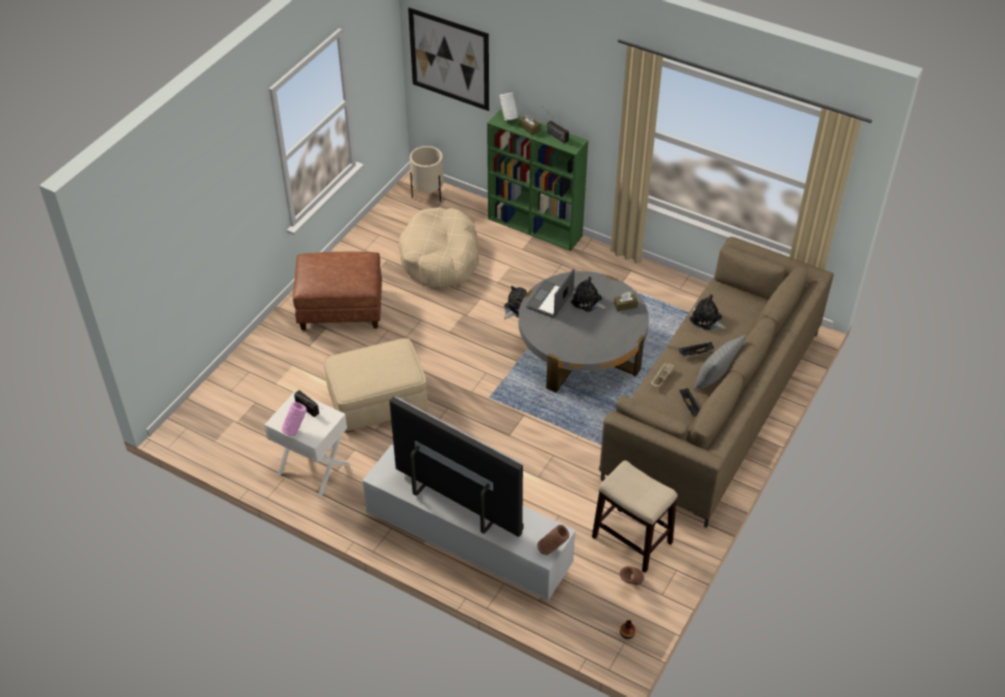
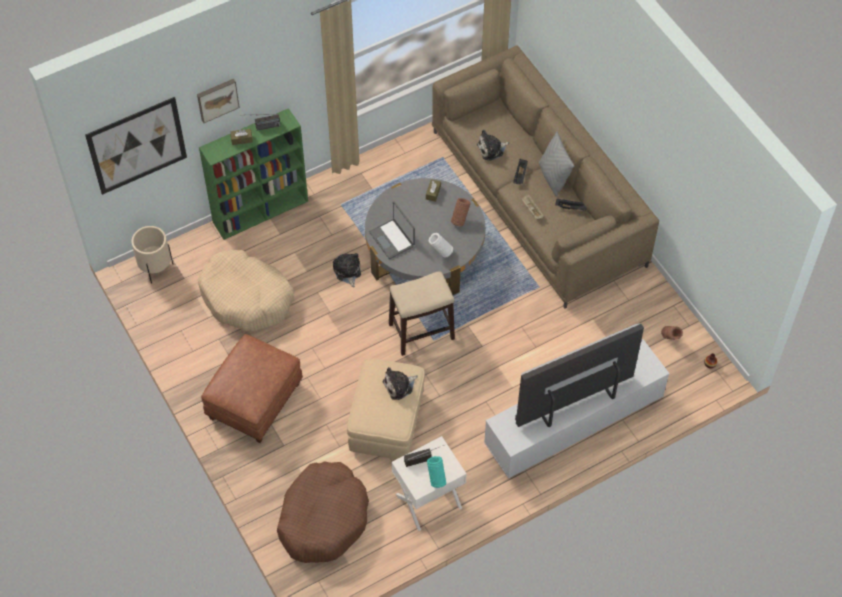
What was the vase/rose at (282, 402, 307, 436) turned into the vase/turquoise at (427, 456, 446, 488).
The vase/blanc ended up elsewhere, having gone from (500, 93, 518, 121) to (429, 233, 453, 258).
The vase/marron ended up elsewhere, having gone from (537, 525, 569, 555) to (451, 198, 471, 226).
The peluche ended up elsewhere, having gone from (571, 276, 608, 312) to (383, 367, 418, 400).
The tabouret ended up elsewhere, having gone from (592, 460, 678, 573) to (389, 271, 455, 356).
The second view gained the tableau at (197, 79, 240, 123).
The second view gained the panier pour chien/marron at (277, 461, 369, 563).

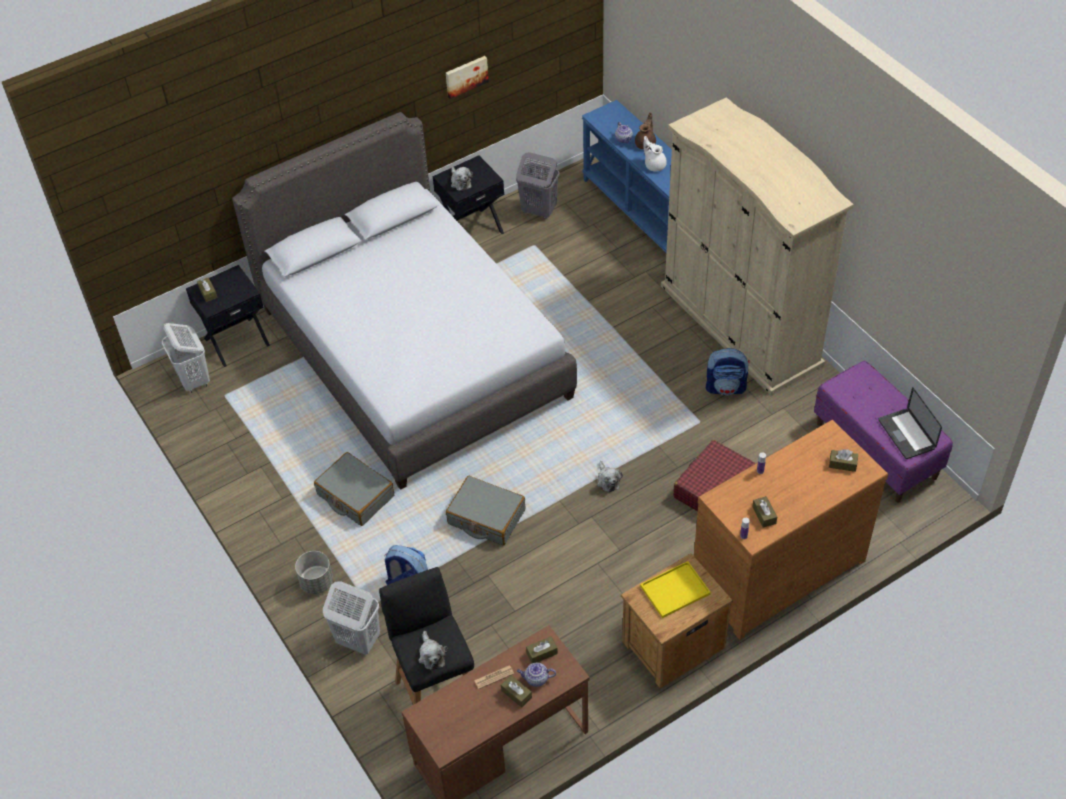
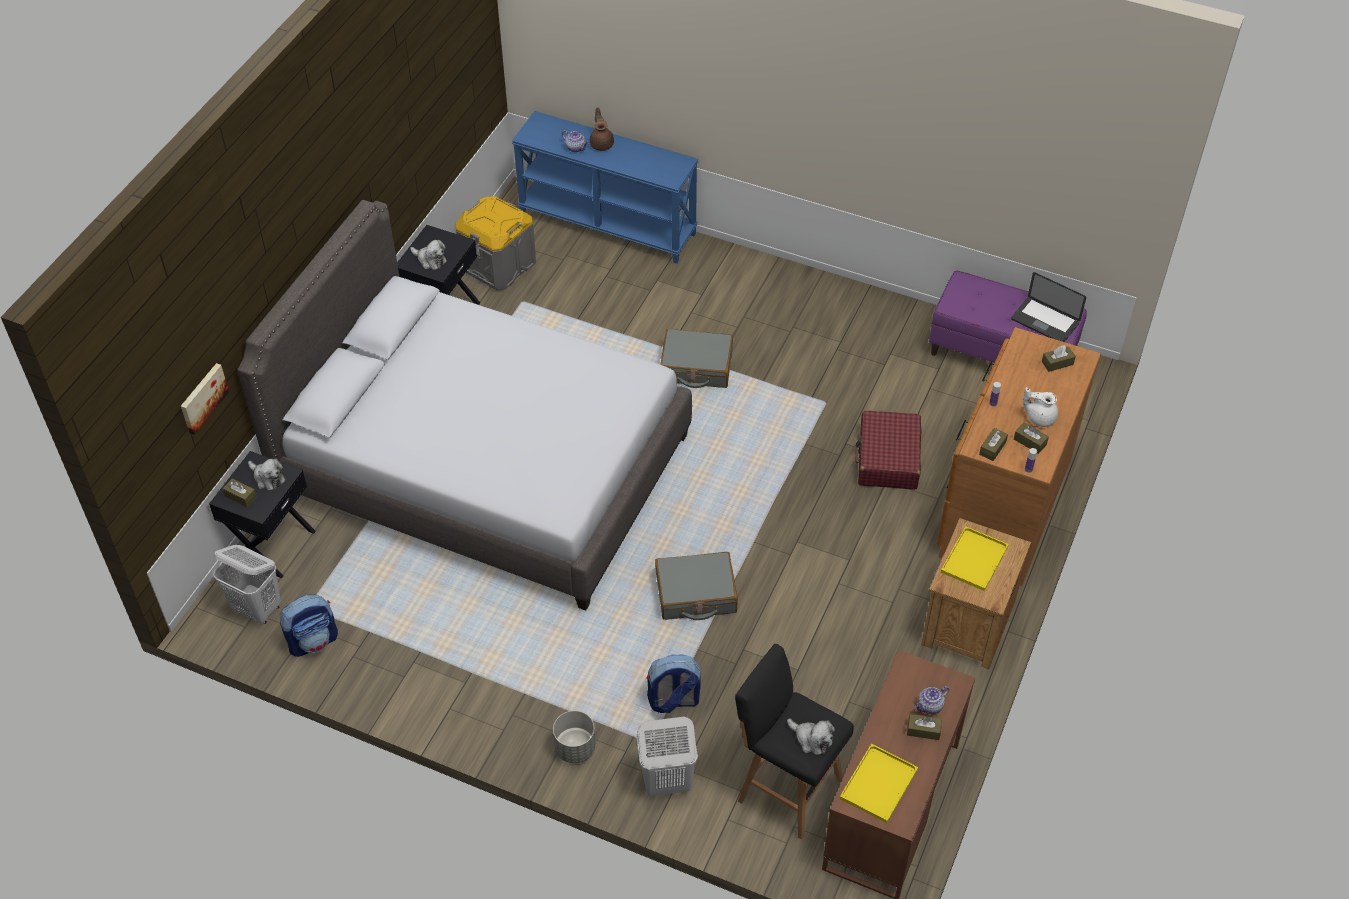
The valise/gris ended up elsewhere, having gone from (314, 452, 394, 526) to (660, 329, 733, 388).
The tableau ended up elsewhere, having gone from (446, 56, 489, 99) to (181, 363, 229, 435).
The second view lost the journal at (474, 665, 514, 689).
Where the panier à linge/gris stood at (516, 152, 560, 219), the boîte de rangement/gris came to stand at (455, 196, 536, 290).
The boîte à mouchoirs/marron ended up elsewhere, having gone from (526, 636, 558, 663) to (979, 428, 1008, 461).
The peluche ended up elsewhere, having gone from (597, 461, 623, 492) to (248, 459, 285, 490).
The théière/blanc ended up elsewhere, having gone from (643, 136, 667, 171) to (1023, 387, 1058, 427).
The second view lost the armoire/beige at (661, 97, 854, 395).
The sac à dos ended up elsewhere, having gone from (706, 348, 750, 395) to (280, 595, 338, 657).
The second view gained the plateau/jaune at (840, 744, 918, 823).

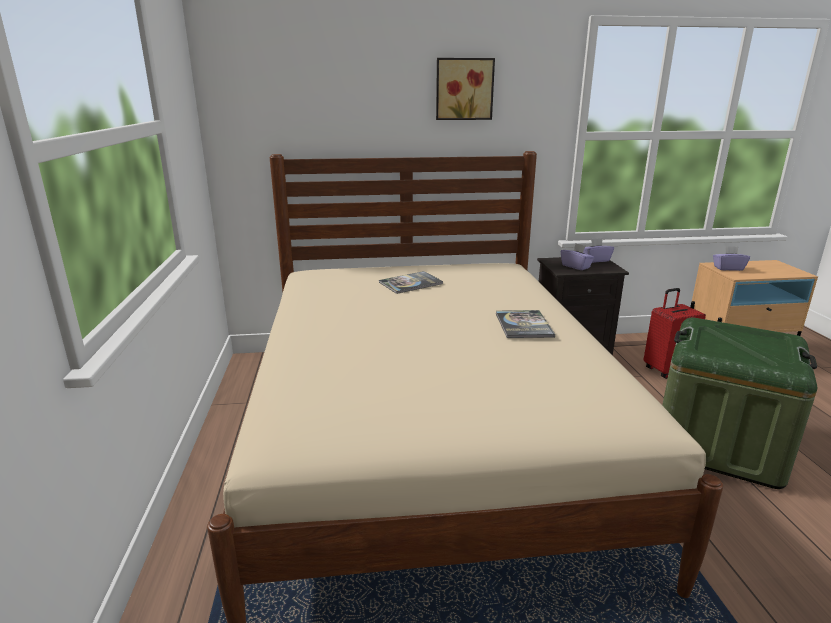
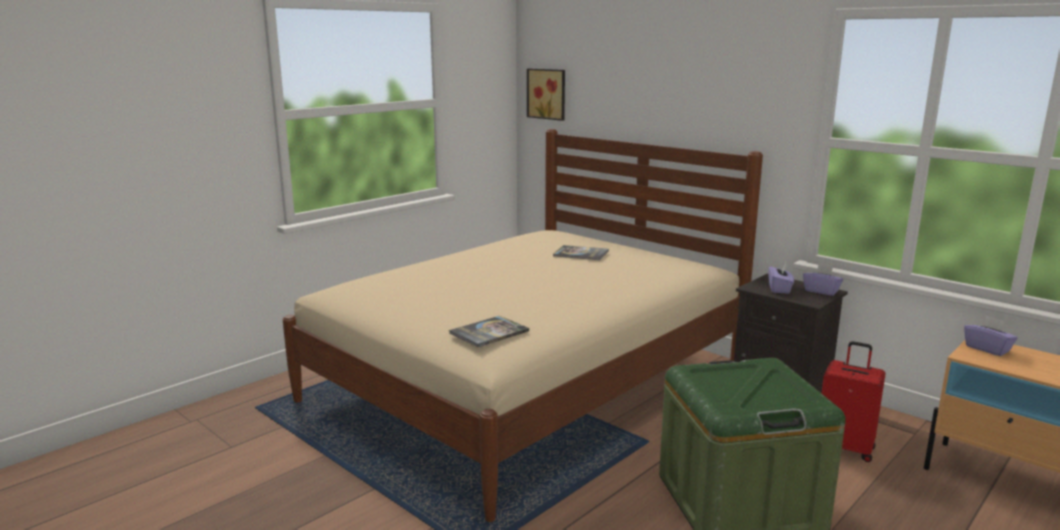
The tableau ended up elsewhere, having gone from (436, 58, 495, 120) to (527, 69, 565, 121).
The livre ended up elsewhere, having gone from (496, 310, 555, 338) to (449, 316, 529, 347).

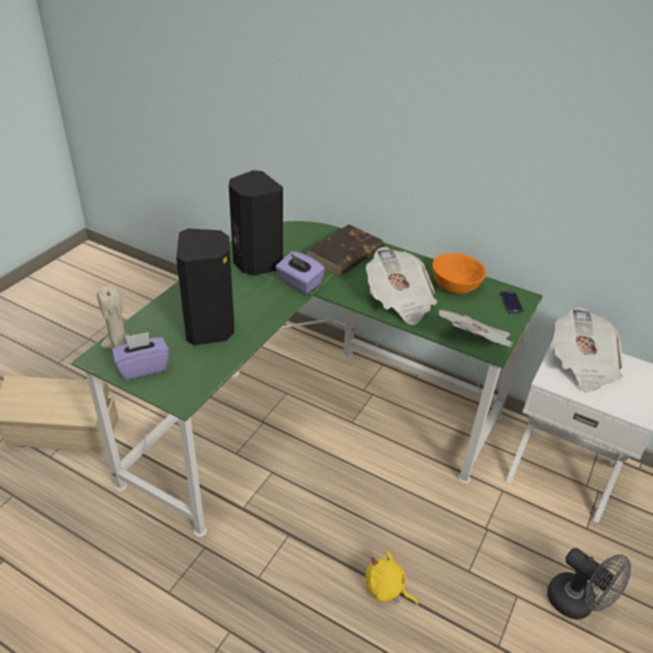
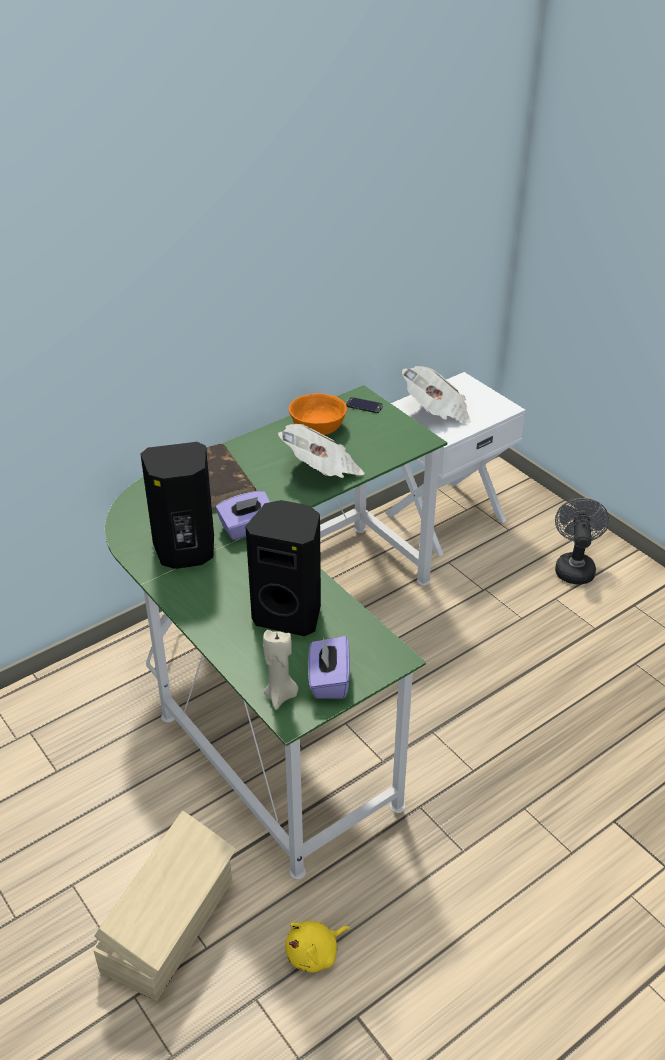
The peluche/jaune ended up elsewhere, having gone from (365, 551, 418, 605) to (285, 921, 350, 973).
The second view lost the journal at (439, 310, 513, 347).
The ventilateur/gris at (547, 548, 631, 620) ended up facing another way, 60 degrees counterclockwise from before.

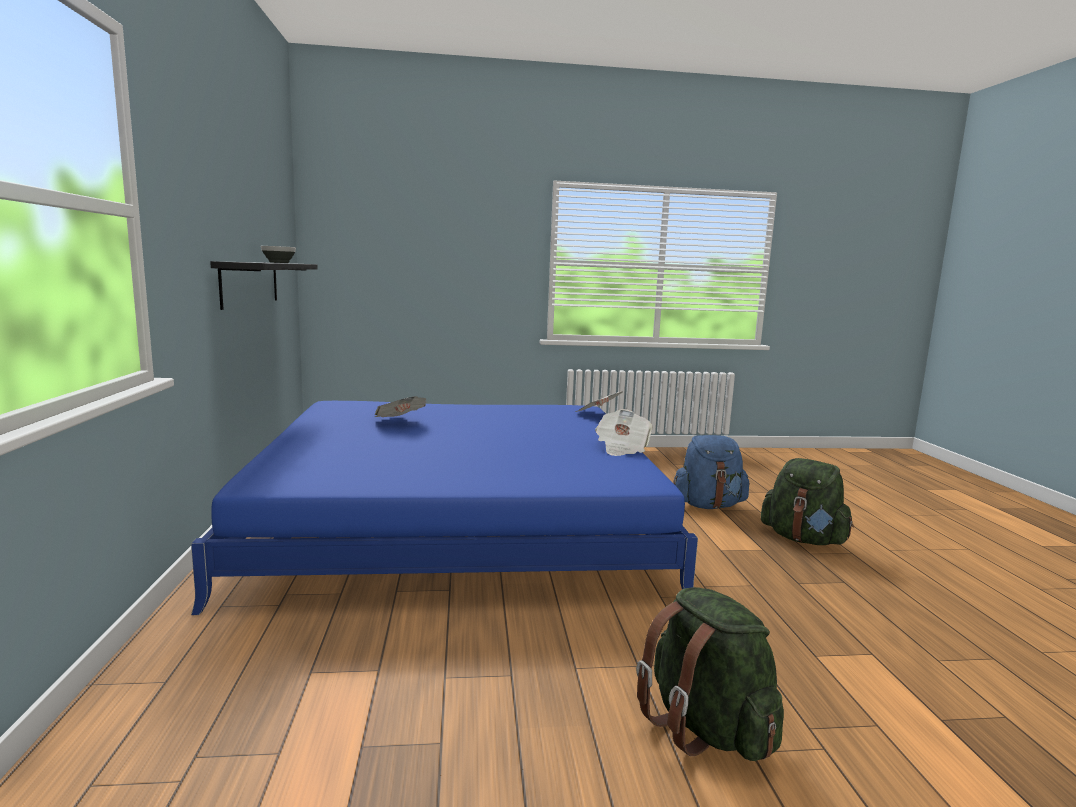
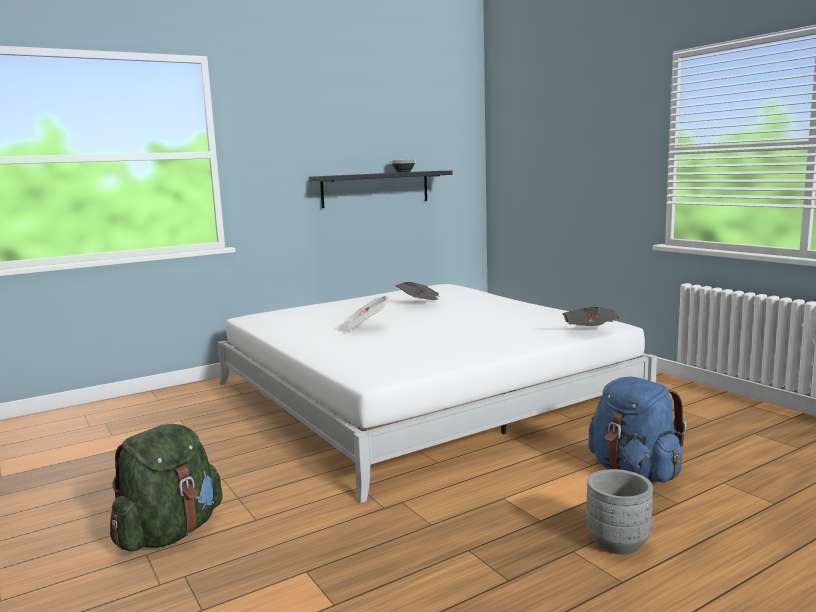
What was the lit/bleu at (191, 401, 698, 615) turned into the lit/blanc at (218, 284, 657, 503).
The journal ended up elsewhere, having gone from (595, 409, 653, 456) to (335, 296, 389, 331).
Where the sac à dos/vert stood at (761, 458, 854, 545), the cache-pot/gris came to stand at (586, 469, 653, 555).

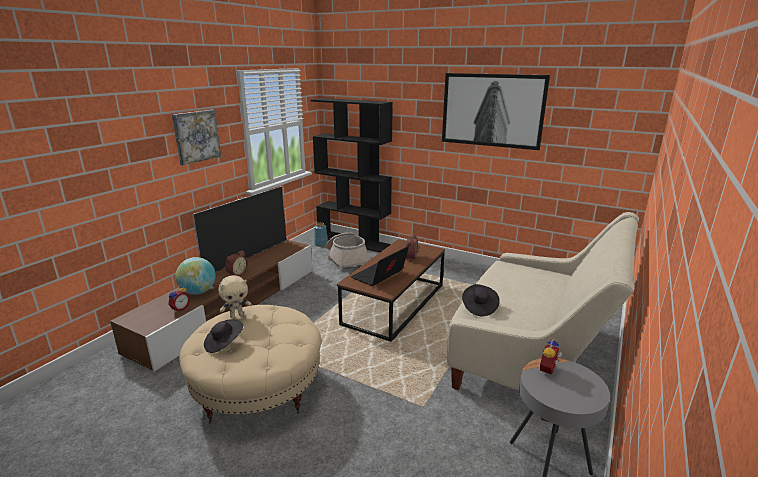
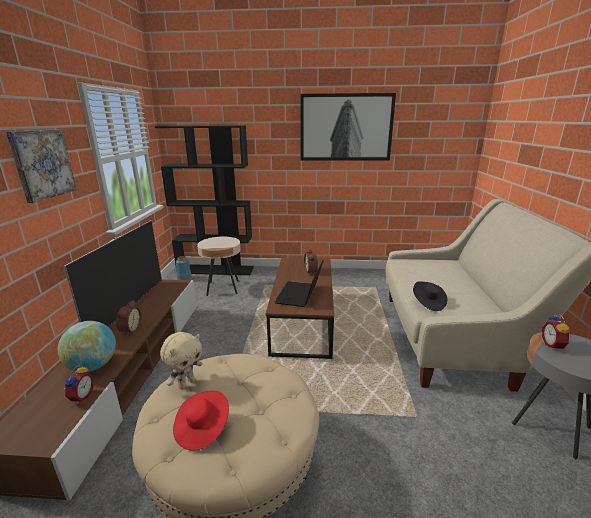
What was the chapeau/noir at (204, 319, 243, 353) turned into the chapeau/rouge at (173, 391, 229, 451).
Where the panier stood at (326, 232, 370, 272), the table d'appoint/beige came to stand at (197, 237, 241, 296).

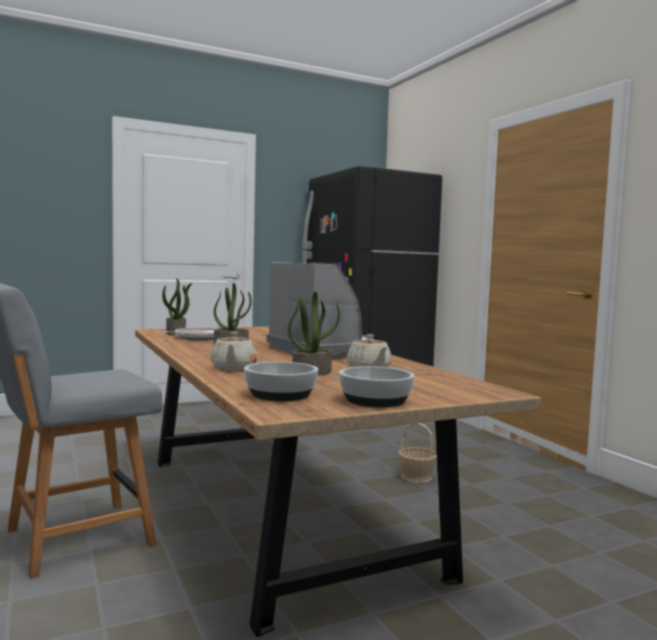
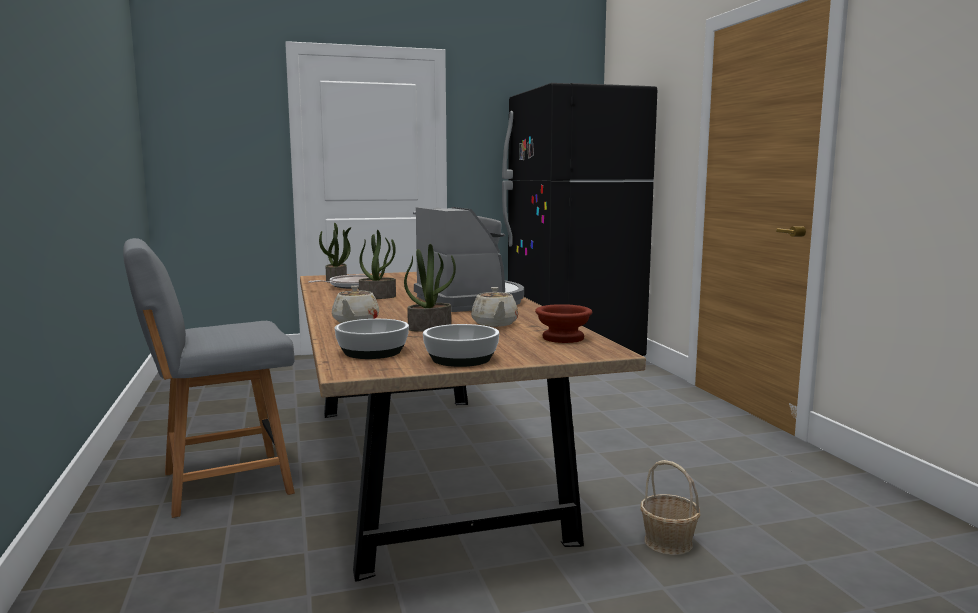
The panier ended up elsewhere, having gone from (399, 423, 437, 483) to (640, 460, 700, 555).
The second view gained the bol/marron at (535, 304, 592, 343).

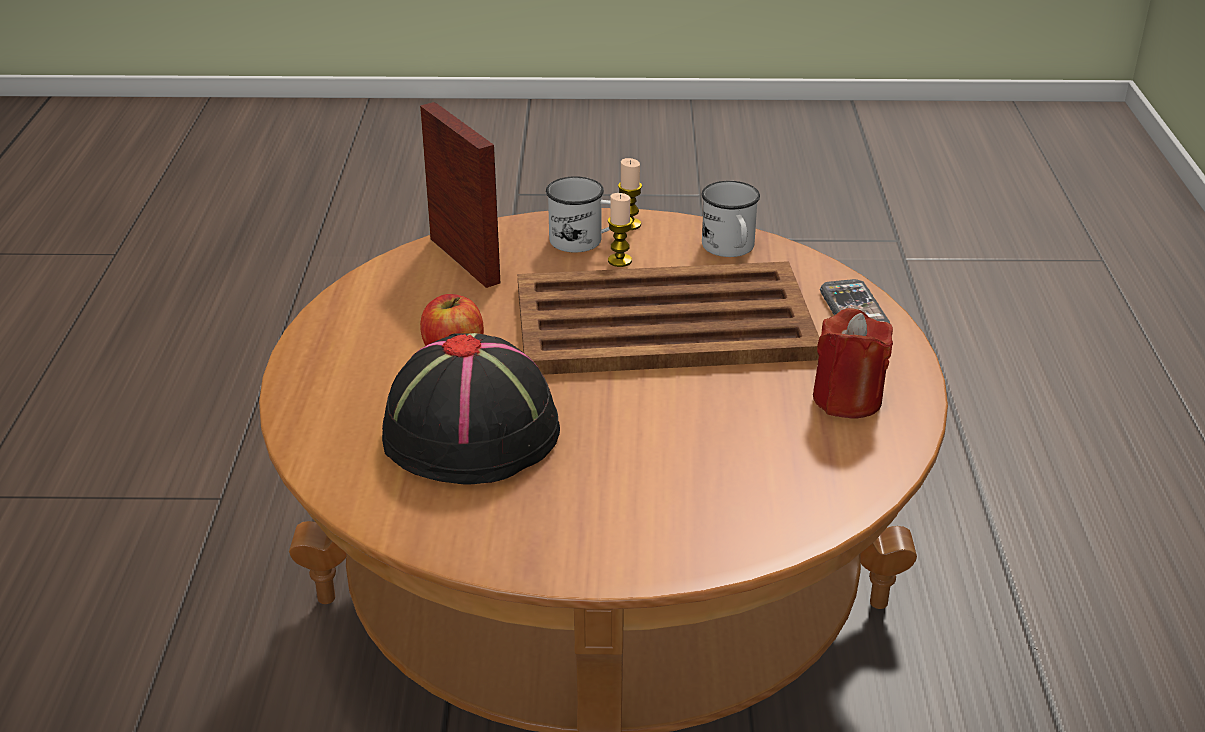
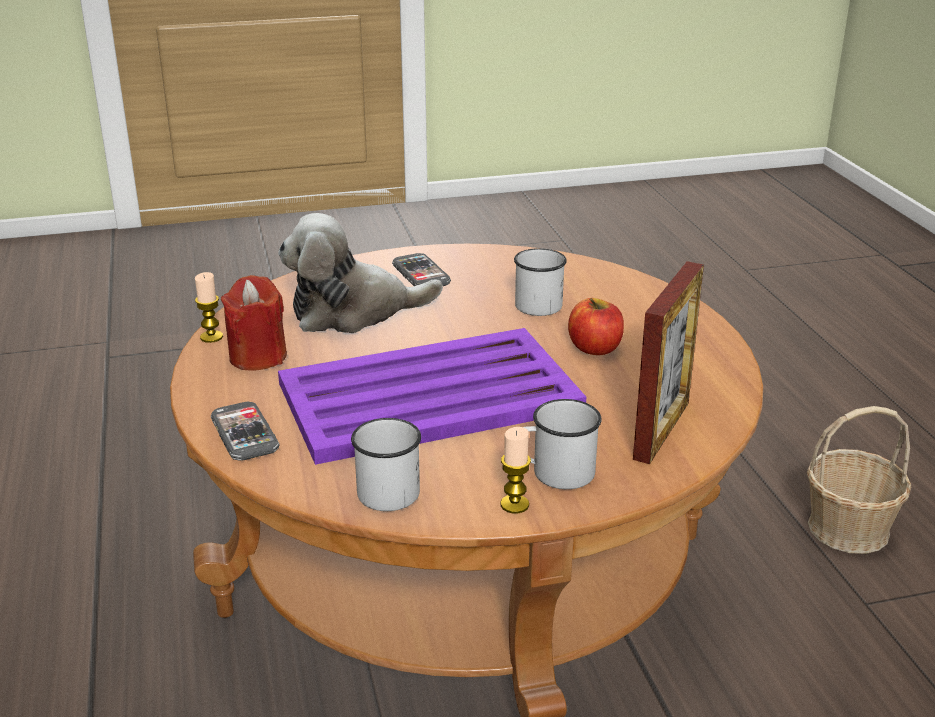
Where the chapeau/noir stood at (382, 333, 560, 485), the mug/blanc came to stand at (514, 248, 567, 316).
The cadre photo at (420, 102, 500, 288) ended up facing another way, 105 degrees counterclockwise from before.
What was the plateau/marron at (518, 261, 820, 375) turned into the plateau/violet at (278, 328, 586, 465).
The bougie ended up elsewhere, having gone from (608, 193, 633, 267) to (195, 272, 223, 343).
The second view gained the peluche at (278, 213, 443, 333).
The second view gained the téléphone at (392, 253, 451, 286).
The second view gained the panier at (807, 406, 911, 554).

